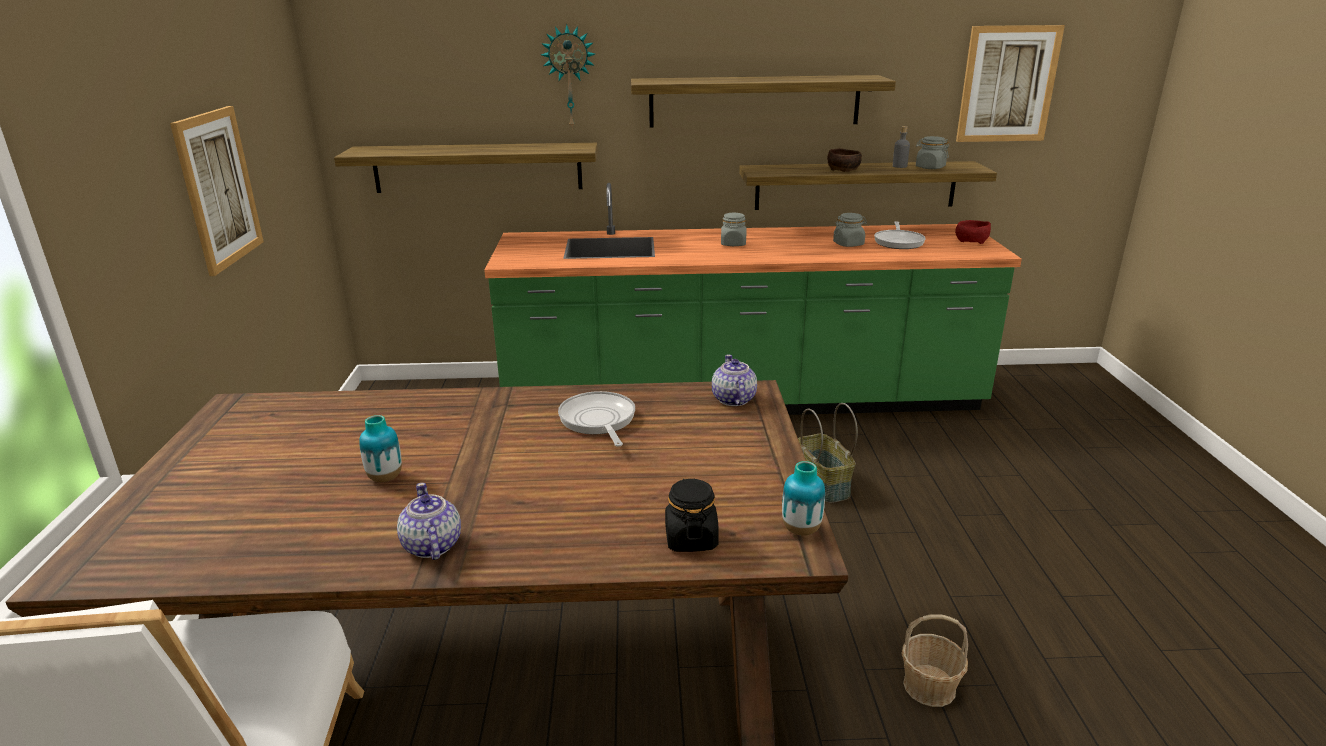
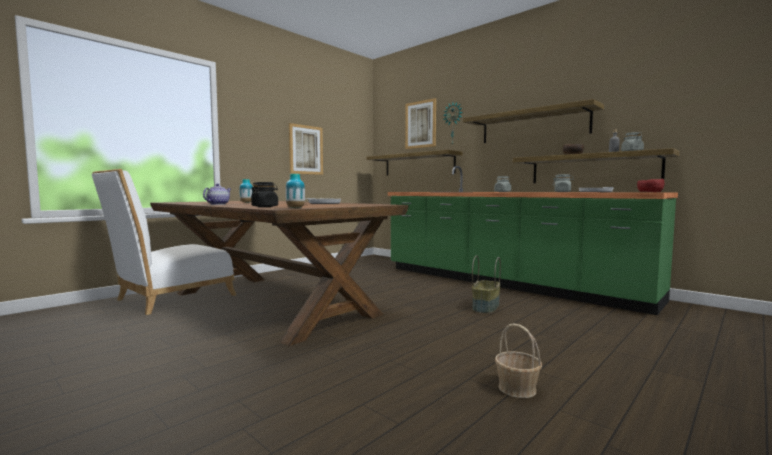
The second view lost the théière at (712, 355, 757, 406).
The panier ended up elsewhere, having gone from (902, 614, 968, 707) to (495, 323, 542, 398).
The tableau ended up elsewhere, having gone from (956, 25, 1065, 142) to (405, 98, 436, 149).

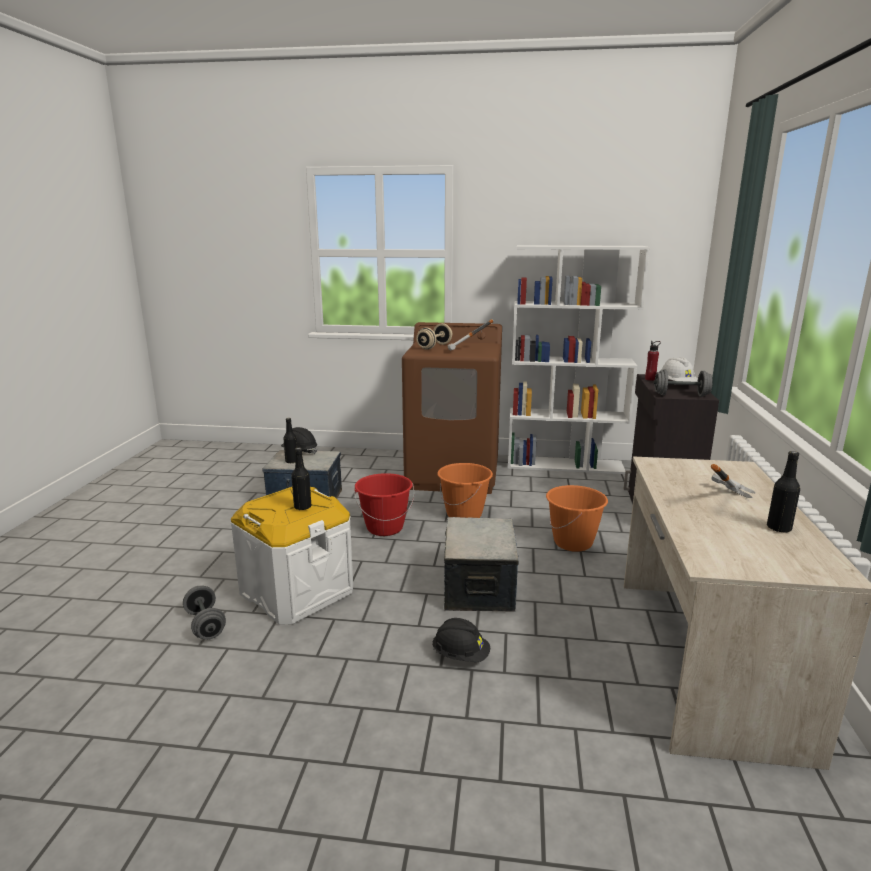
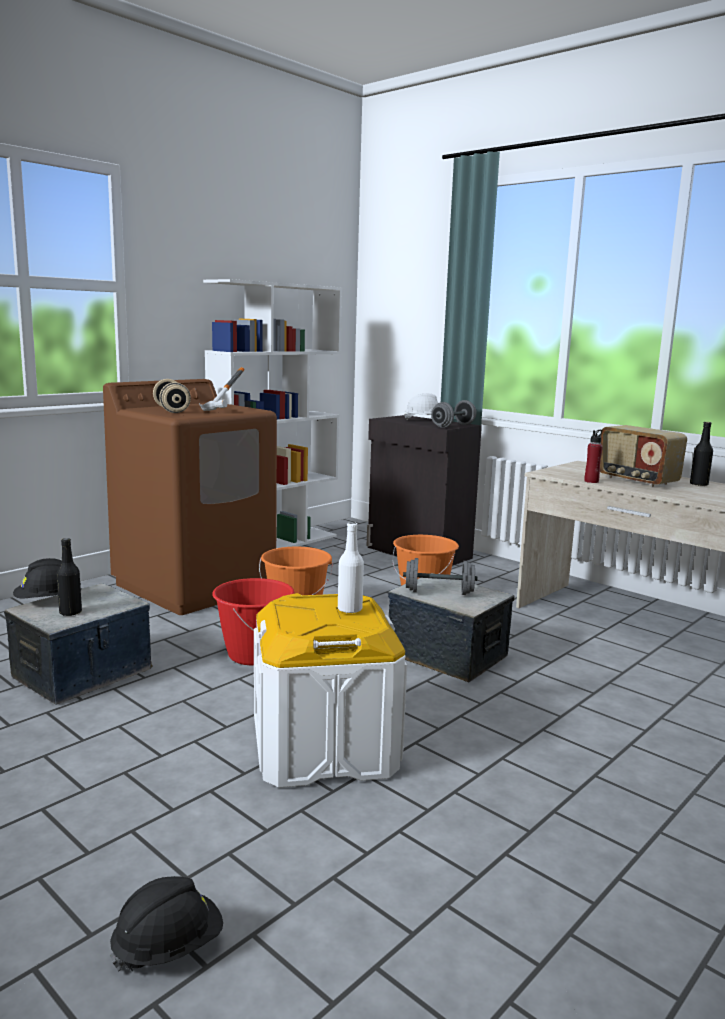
The haltère/gris ended up elsewhere, having gone from (183, 586, 226, 640) to (403, 558, 477, 595).
What was the bouteille/noir at (291, 448, 311, 510) turned into the bouteille/blanc at (338, 522, 364, 613).
The casque de chantier/noir ended up elsewhere, having gone from (432, 618, 490, 662) to (110, 876, 223, 972).
The bouteille/rouge ended up elsewhere, having gone from (645, 341, 661, 381) to (584, 430, 603, 483).
Where the marteau stood at (711, 464, 756, 498), the radio came to stand at (600, 425, 687, 487).

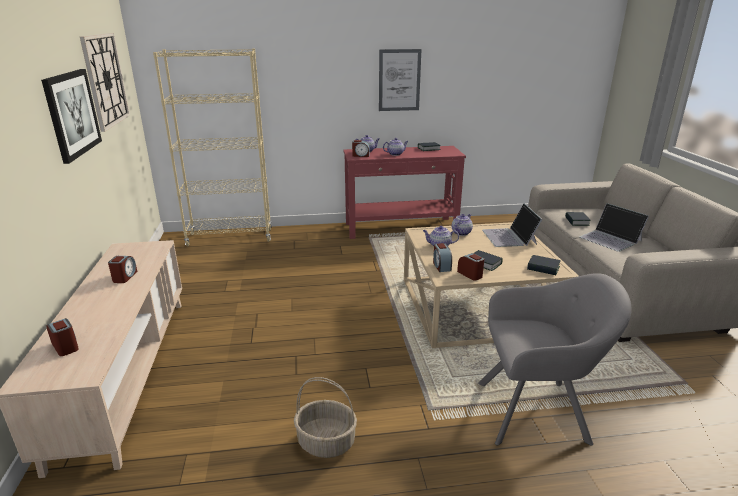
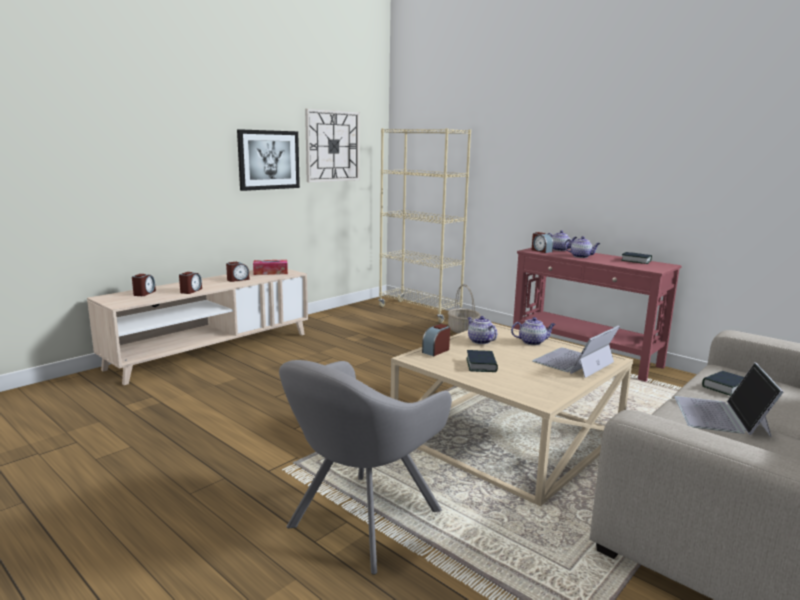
The panier ended up elsewhere, having gone from (294, 377, 357, 458) to (448, 284, 481, 333).
The second view lost the tableau at (379, 49, 421, 111).
The réveil ended up elsewhere, having gone from (457, 253, 484, 281) to (179, 272, 202, 294).
The fauteuil/gris at (478, 273, 631, 446) ended up facing another way, 75 degrees clockwise from before.
The second view lost the livre at (527, 255, 561, 275).
The second view gained the boîte à mouchoirs at (253, 260, 288, 275).

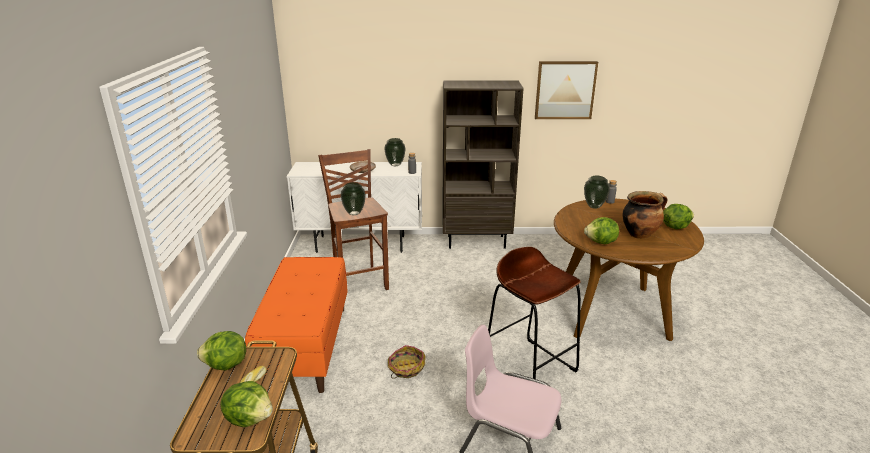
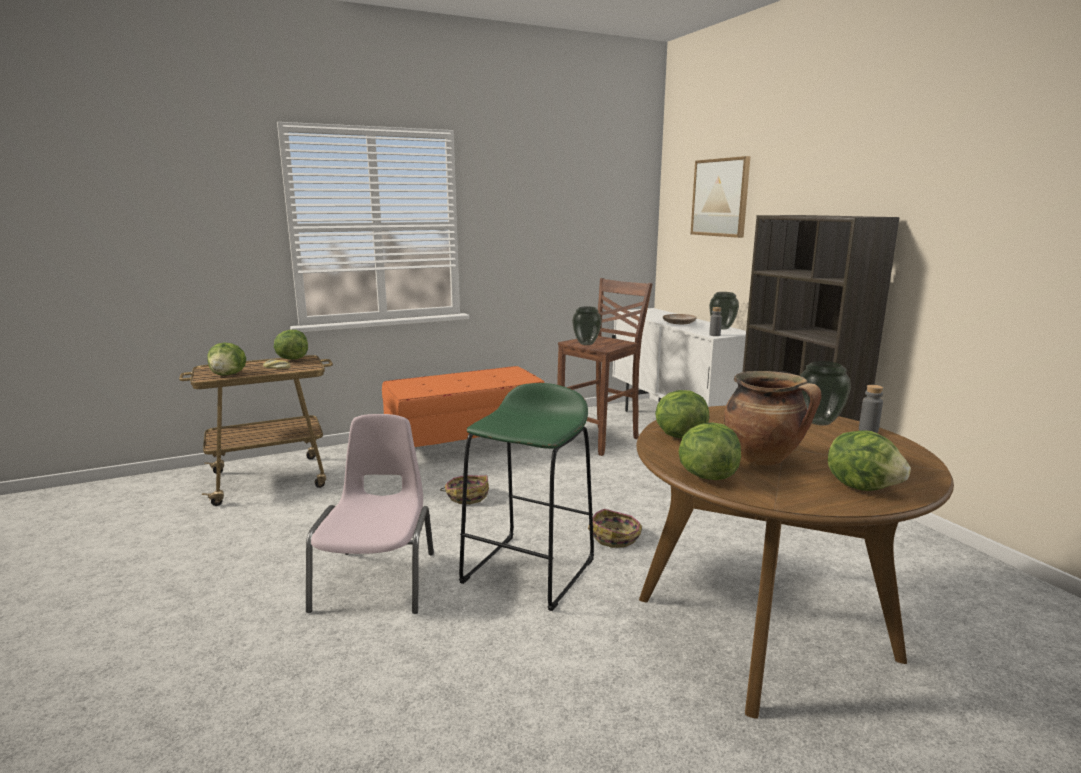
What was the tabouret/marron at (488, 247, 581, 379) turned into the tabouret/vert at (459, 383, 594, 611).
The tableau ended up elsewhere, having gone from (535, 61, 598, 119) to (691, 156, 750, 238).
The second view gained the panier at (588, 509, 642, 548).
The second view gained the laitue at (678, 422, 741, 480).

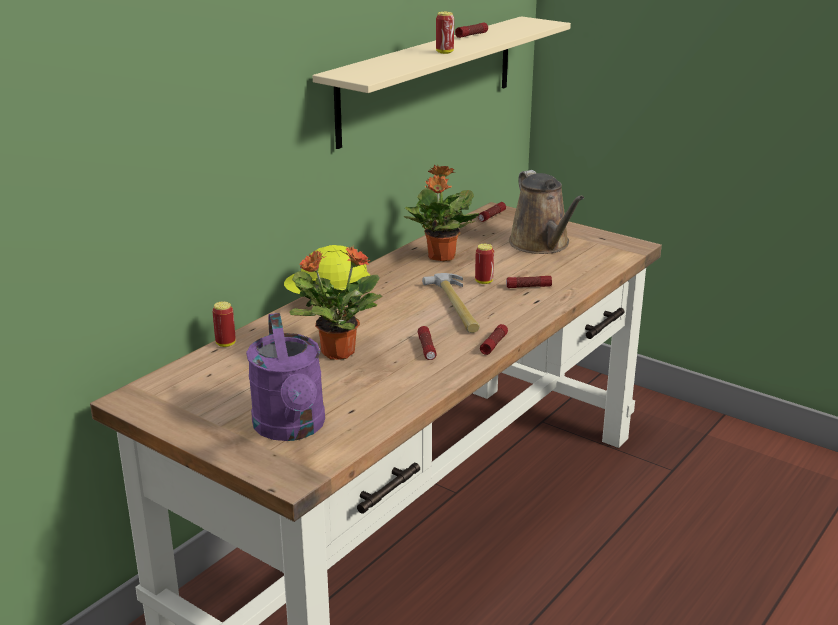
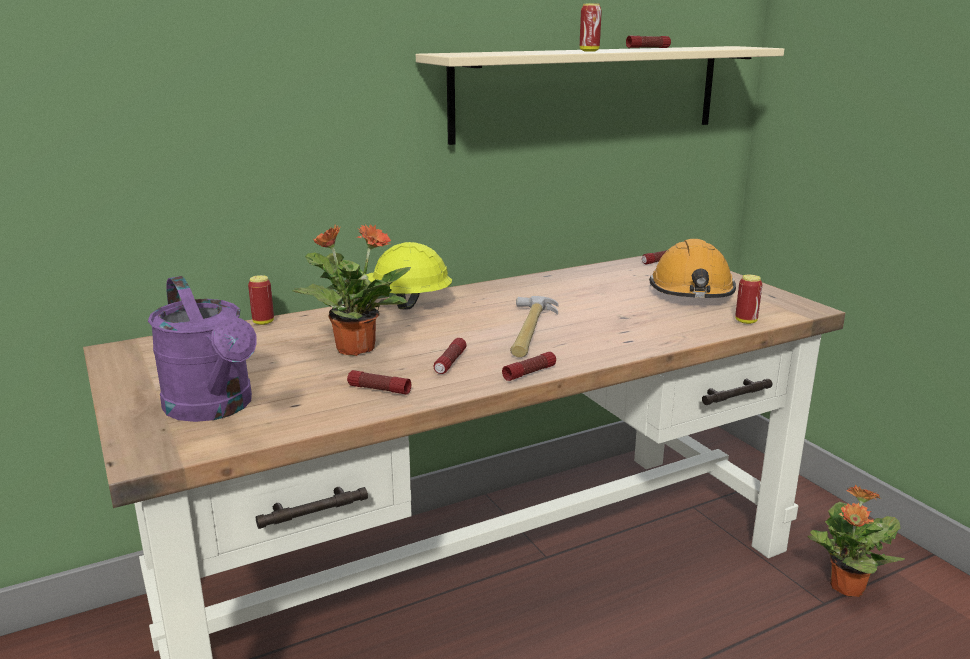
The arrosoir/violet at (246, 313, 325, 441) ended up facing another way, 45 degrees counterclockwise from before.
The plante en pot ended up elsewhere, having gone from (404, 165, 479, 261) to (807, 485, 905, 597).
The boîte métallique ended up elsewhere, having gone from (475, 244, 494, 284) to (735, 275, 763, 324).
The lampe de poche ended up elsewhere, having gone from (506, 276, 552, 288) to (347, 370, 411, 395).
Where the arrosoir/marron stood at (509, 170, 584, 254), the casque de chantier/orange came to stand at (649, 239, 736, 298).

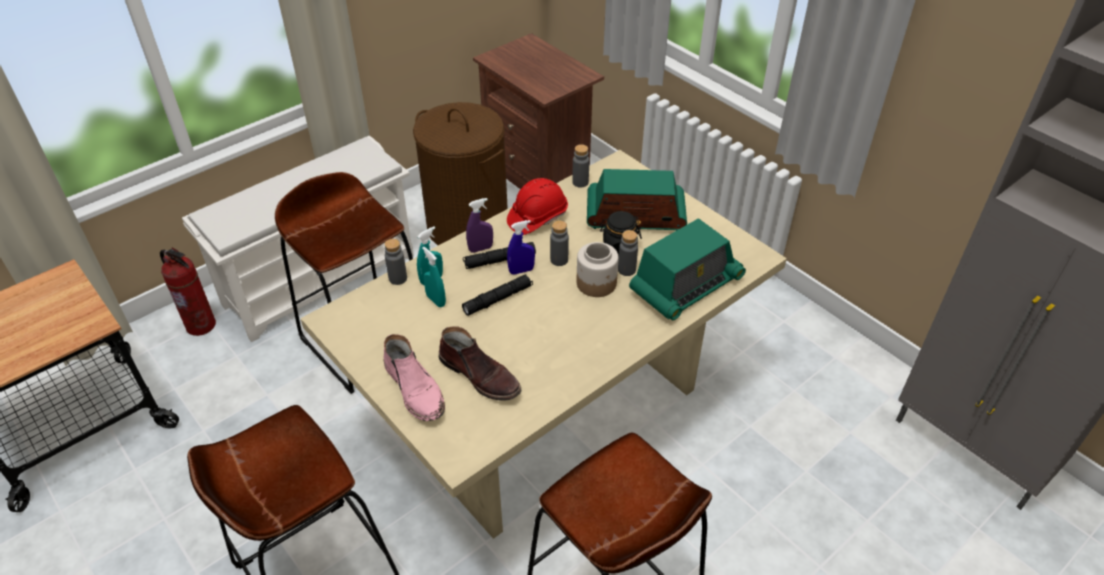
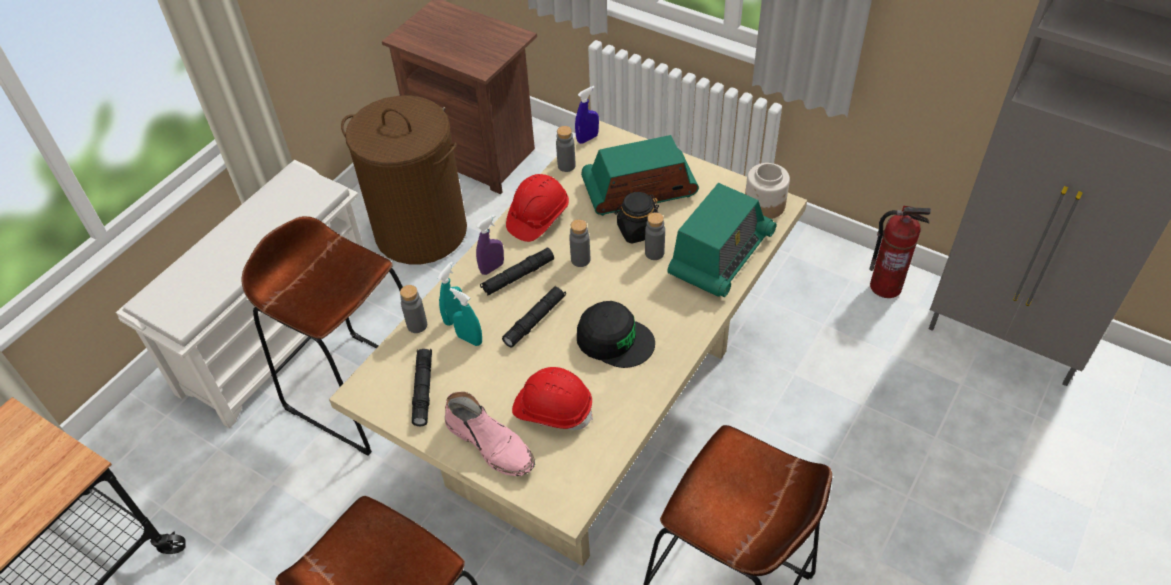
The extincteur ended up elsewhere, having gone from (160, 247, 216, 336) to (869, 206, 931, 298).
Where the botte/marron stood at (439, 326, 521, 401), the casque de chantier/rouge came to stand at (512, 367, 593, 430).
The vaporisateur/bleu ended up elsewhere, having gone from (507, 220, 535, 275) to (575, 86, 599, 144).
The bocal ended up elsewhere, having gone from (577, 242, 619, 297) to (745, 163, 790, 219).
The second view gained the lampe de poche/noir at (412, 348, 432, 426).
The second view gained the casquette/noir at (577, 301, 655, 368).

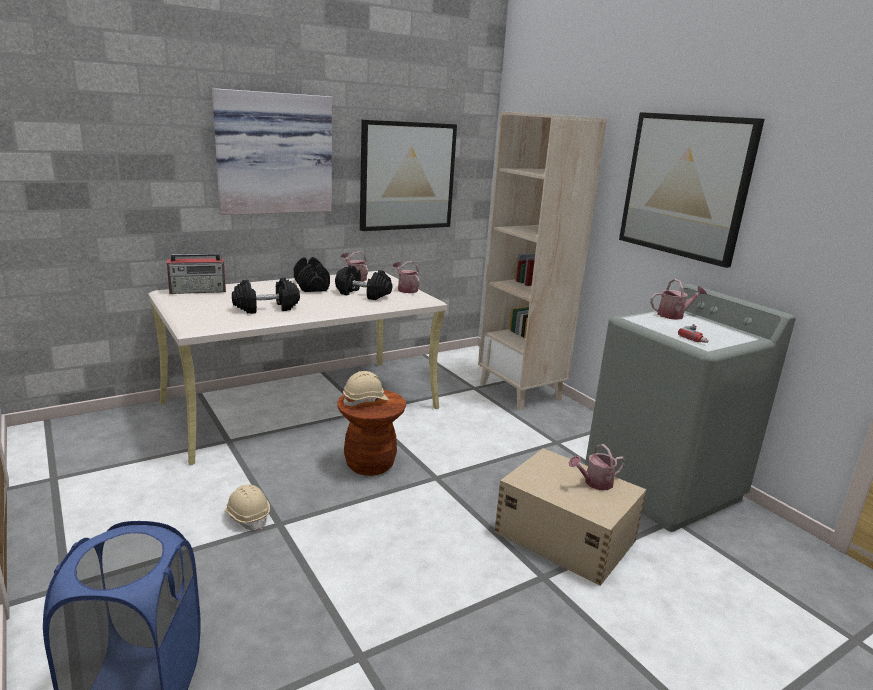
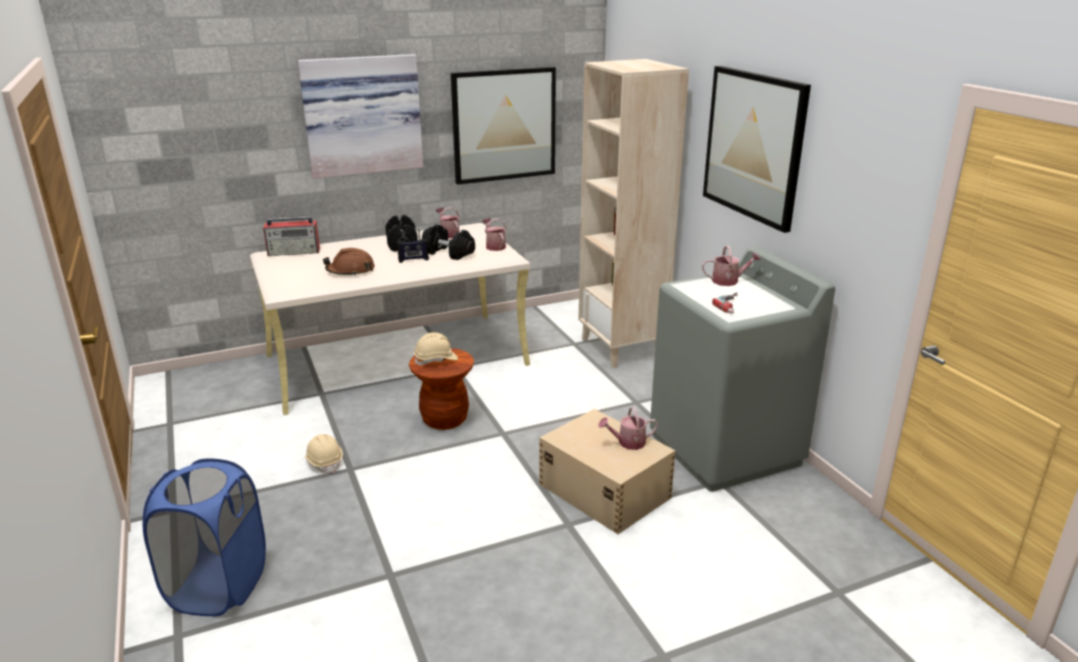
Where the haltère/noir stood at (232, 278, 300, 314), the casque de chantier/marron came to stand at (323, 248, 375, 276).
The second view gained the radio at (397, 230, 429, 263).

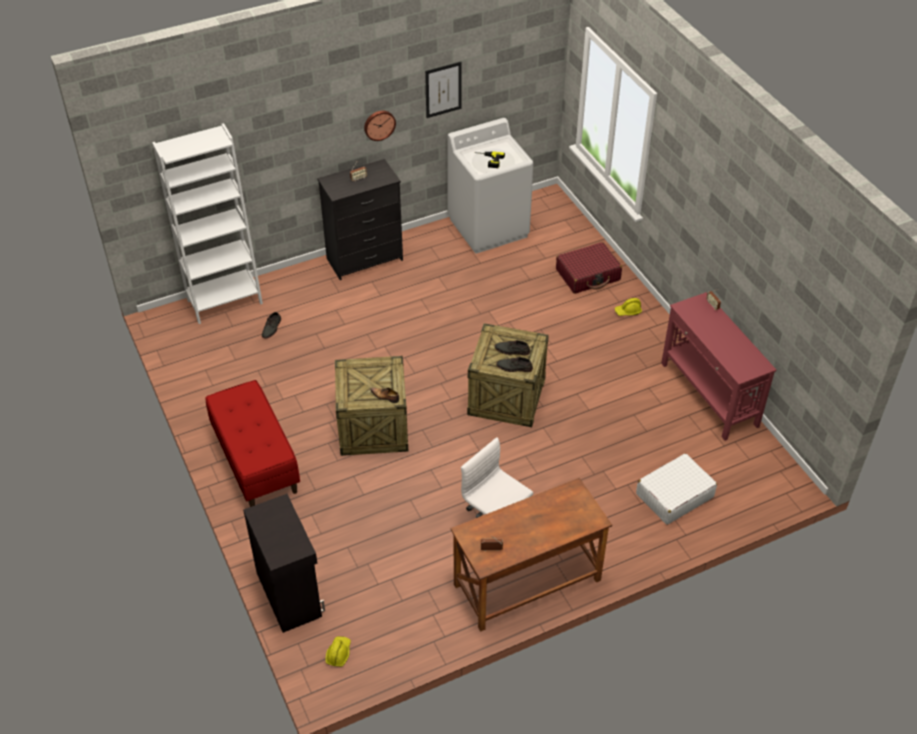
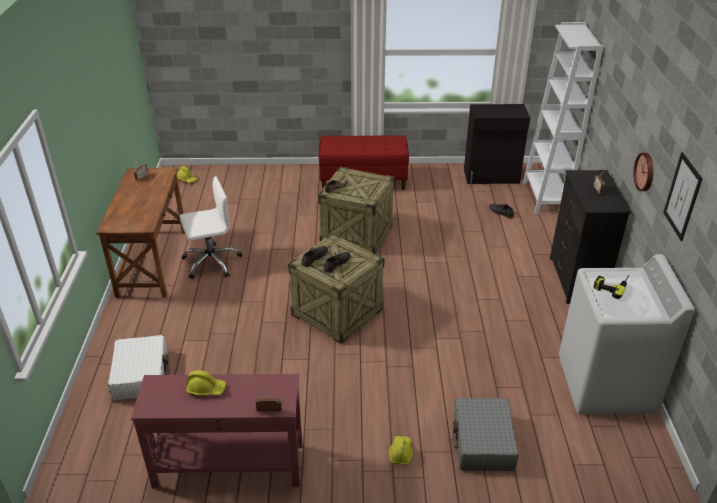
The meuble de rangement/noir ended up elsewhere, having gone from (243, 494, 325, 633) to (464, 104, 530, 184).
What was the valise/rouge at (556, 242, 622, 294) turned into the valise/gris at (453, 398, 519, 471).
The second view gained the casque de chantier/jaune at (186, 370, 226, 396).

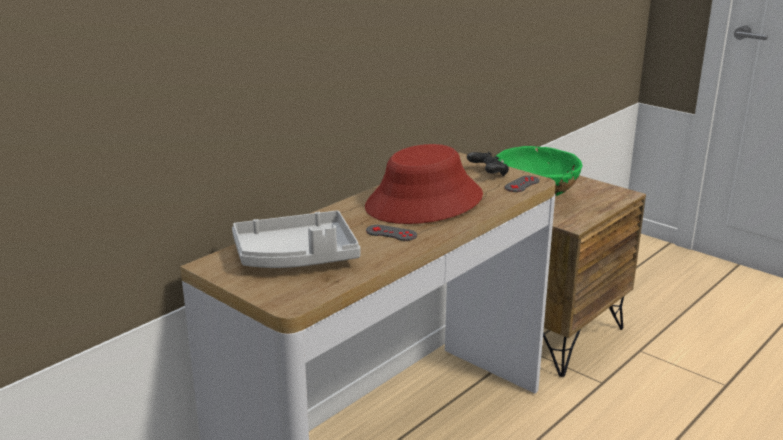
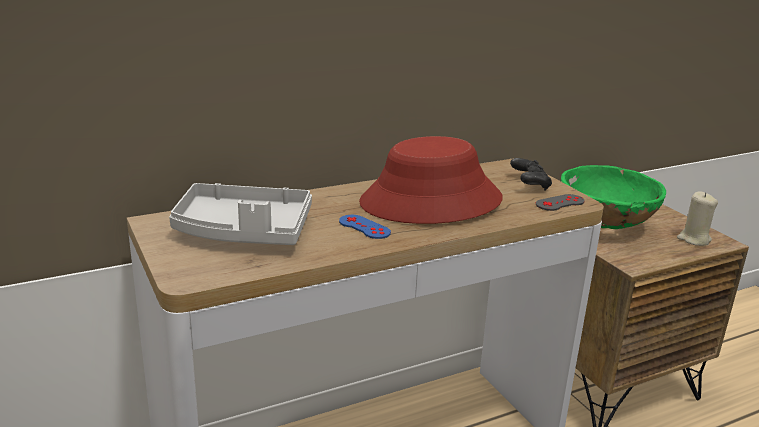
What was the manette/gris at (366, 225, 417, 241) turned into the manette/bleu at (339, 215, 391, 239).
The second view gained the bougie/beige at (677, 191, 718, 246).

